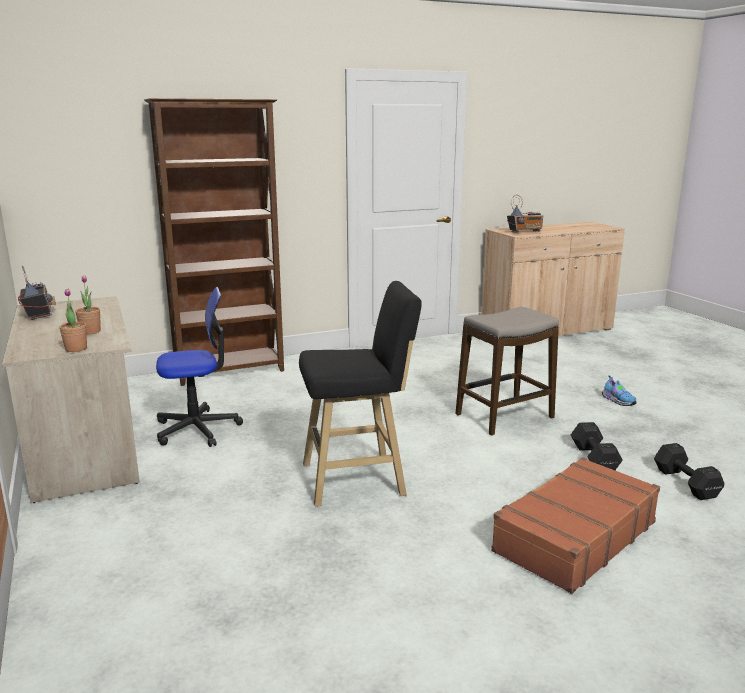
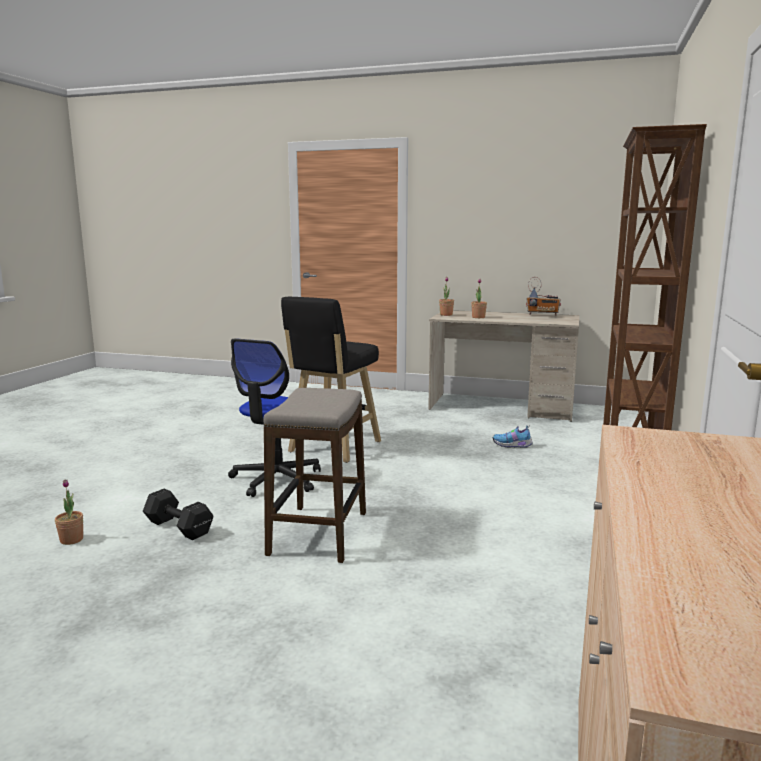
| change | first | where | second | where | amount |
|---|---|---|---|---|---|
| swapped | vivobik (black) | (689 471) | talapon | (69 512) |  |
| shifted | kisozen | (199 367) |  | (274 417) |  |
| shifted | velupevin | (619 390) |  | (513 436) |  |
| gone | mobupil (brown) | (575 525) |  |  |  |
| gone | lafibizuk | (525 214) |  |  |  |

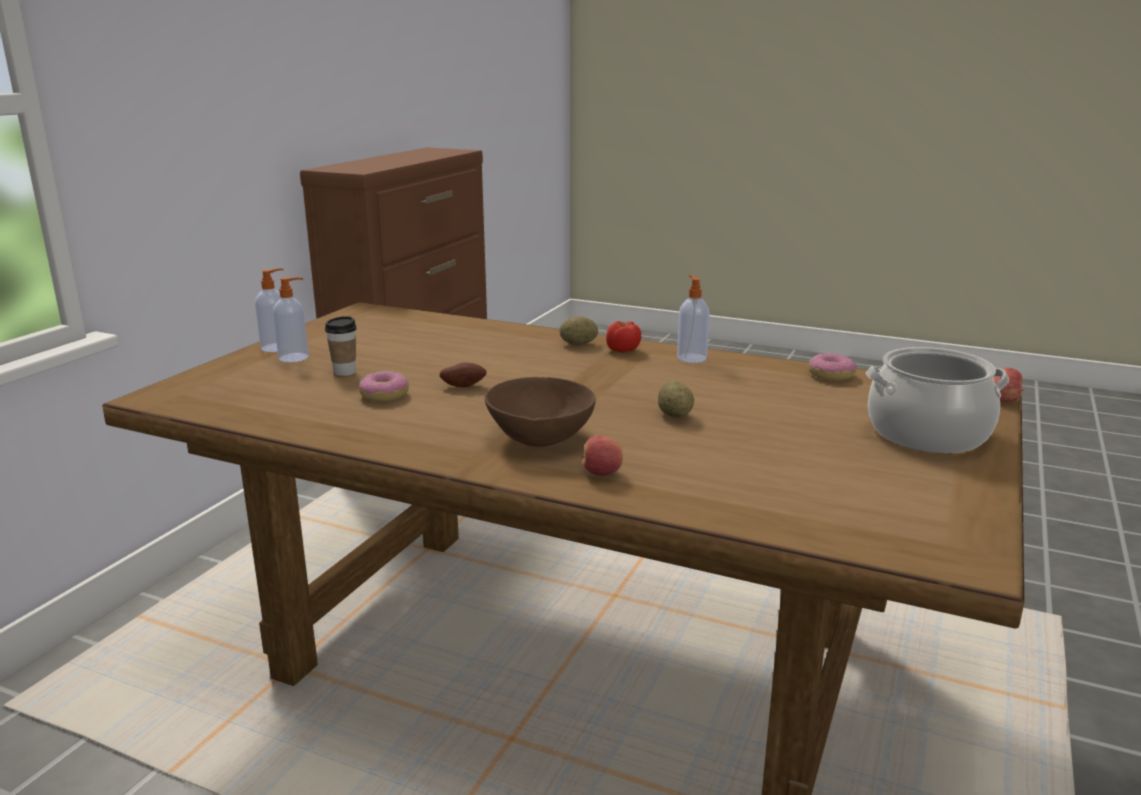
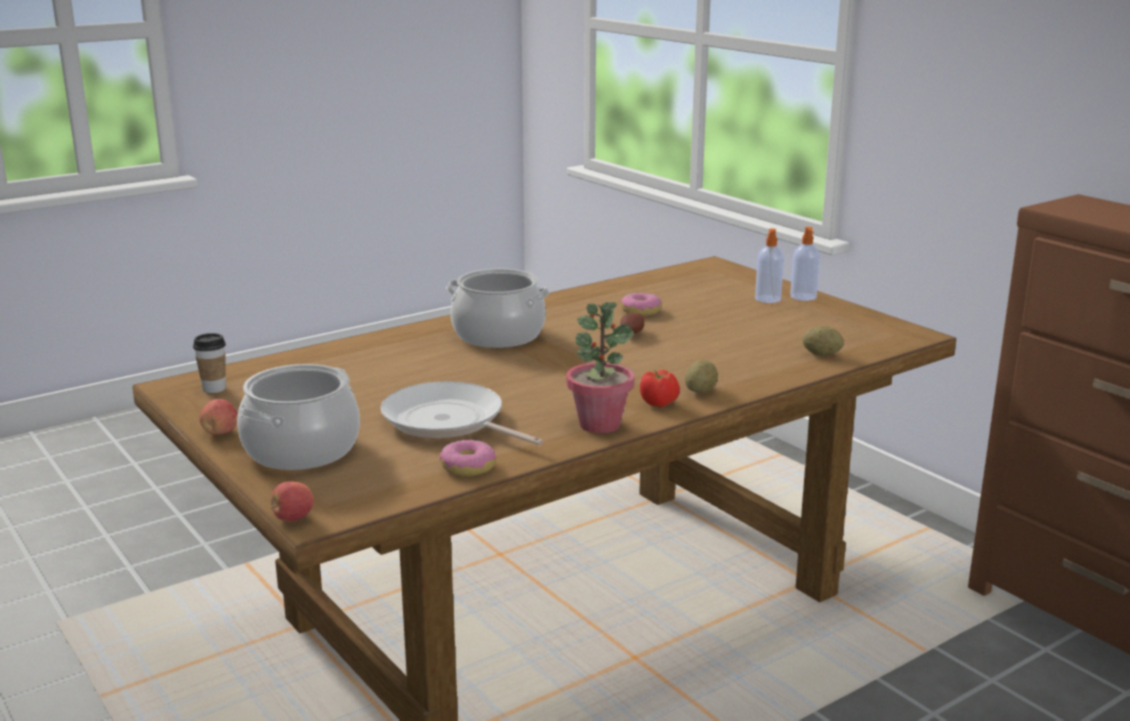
| change | first | where | second | where | amount |
|---|---|---|---|---|---|
| shifted | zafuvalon | (341 346) |  | (209 363) |  |
| shifted | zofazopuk | (602 455) |  | (219 417) |  |
| new |  |  | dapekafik | (462 413) |  |
| swapped | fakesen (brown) | (540 412) | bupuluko | (498 308) |  |
| swapped | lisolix | (693 319) | talapon | (600 367) |  |
| shifted | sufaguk | (676 399) |  | (823 341) |  |

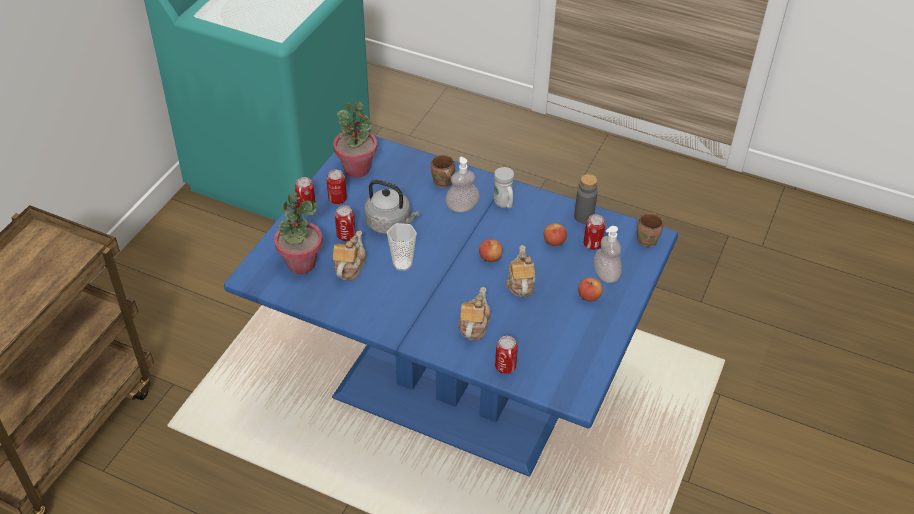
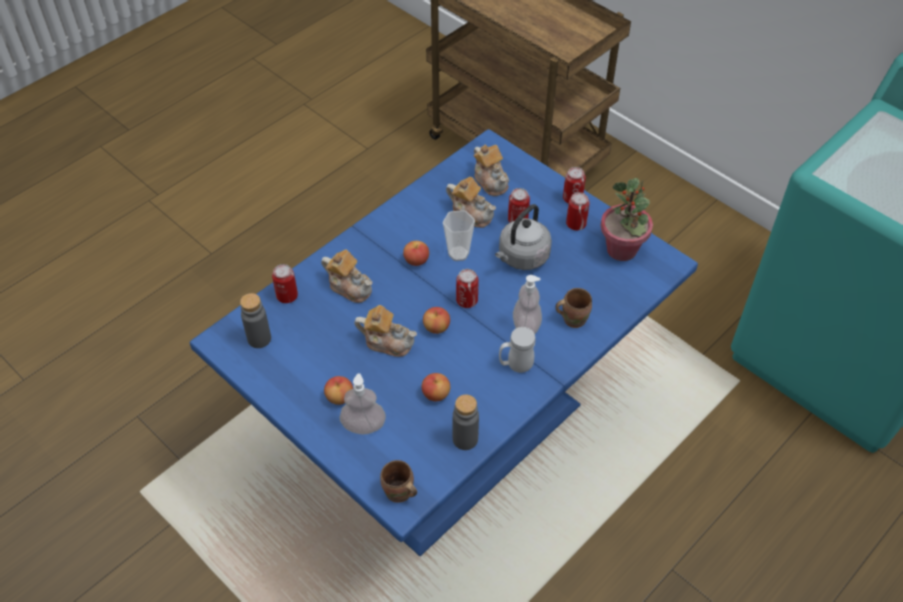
| change | first | where | second | where | amount |
|---|---|---|---|---|---|
| new |  |  | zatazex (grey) | (255 320) |  |
| new |  |  | zofazopuk | (416 253) |  |
| shifted | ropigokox | (595 232) |  | (467 288) |  |
| swapped | talapon | (298 233) | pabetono | (491 170) |  |

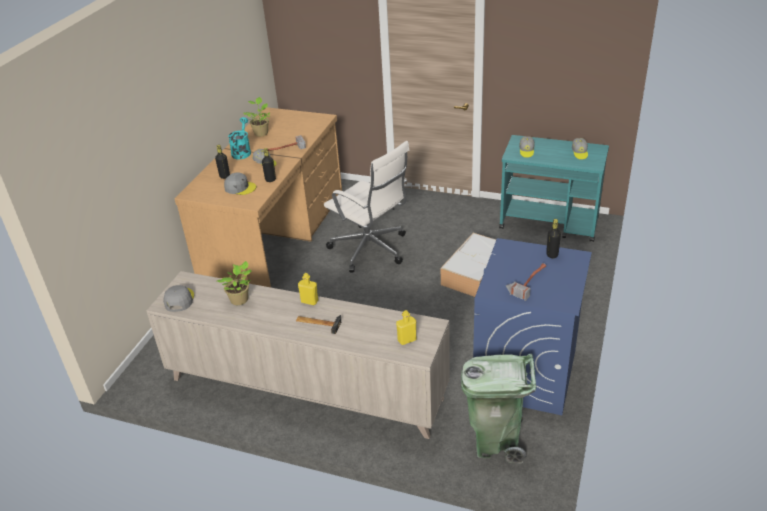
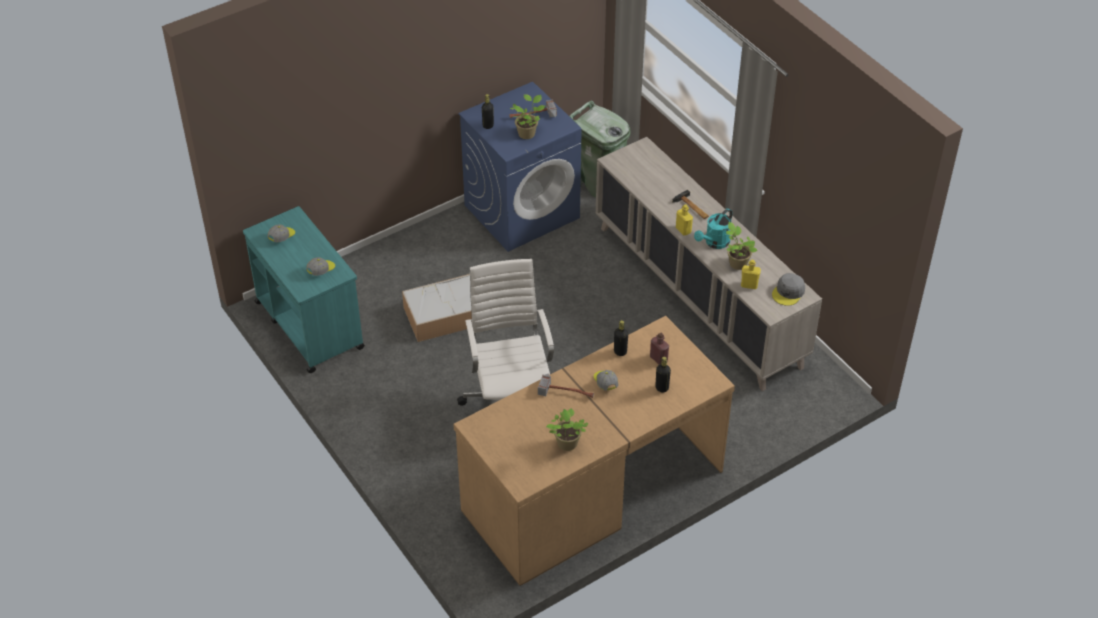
| change | first | where | second | where | amount |
|---|---|---|---|---|---|
| new |  |  | talapon | (527 117) |  |
| swapped | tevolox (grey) | (240 183) | zatazex (red) | (659 348) |  |
| shifted | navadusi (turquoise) | (239 138) |  | (713 228) |  |
| shifted | zatazex (yellow) | (406 327) |  | (751 274) |  |

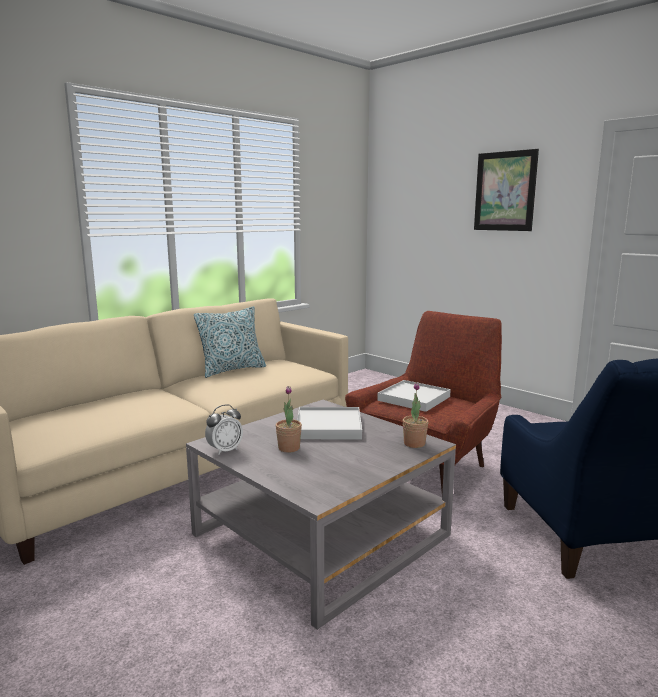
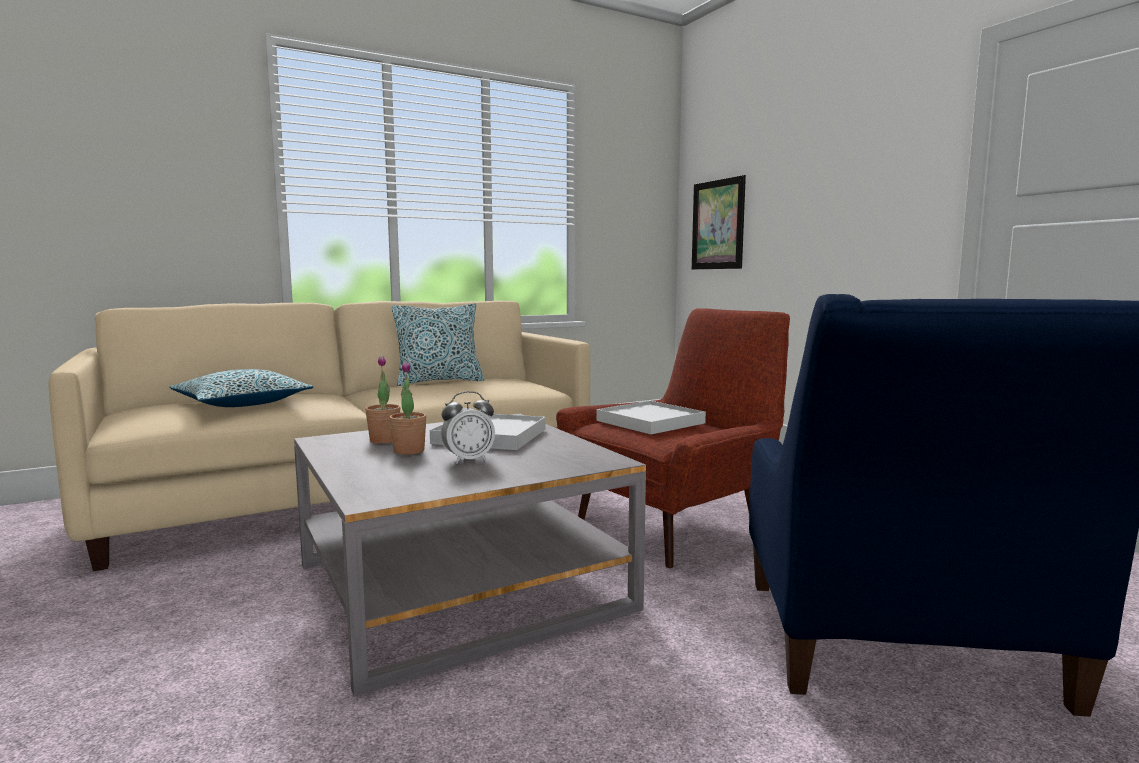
| change | first | where | second | where | amount |
|---|---|---|---|---|---|
| new |  |  | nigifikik | (241 388) |  |
| shifted | talapon | (415 415) |  | (383 400) |  |
| shifted | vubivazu | (224 429) |  | (468 427) |  |
| shifted | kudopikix | (506 190) |  | (719 222) |  |

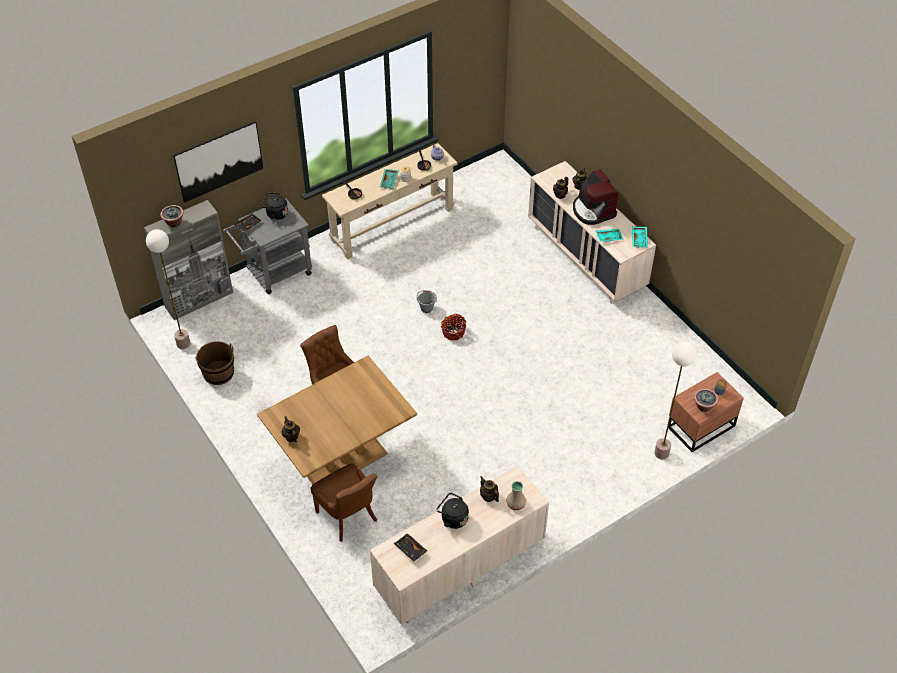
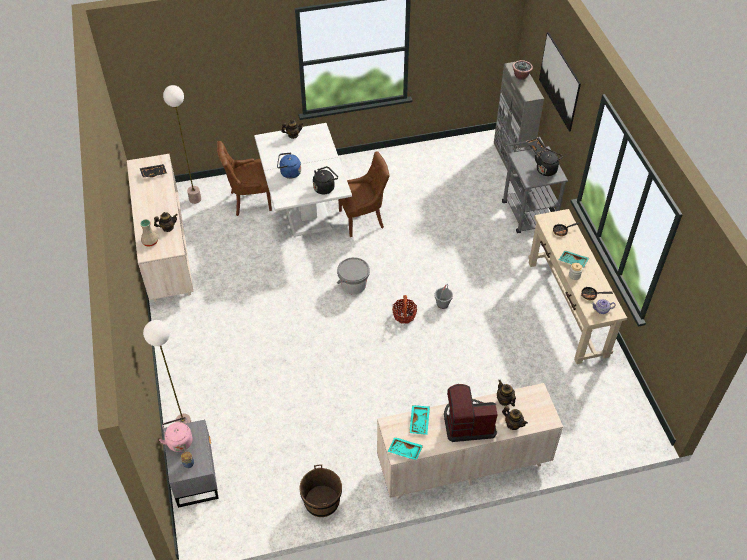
| change | first | where | second | where | amount |
|---|---|---|---|---|---|
| swapped | talapon | (706 400) | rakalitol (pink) | (175 434) |  |
| shifted | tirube | (168 289) |  | (182 144) |  |
| repainted | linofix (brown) | (706 412) | linofix (grey) | (191 464) |  |
| repainted | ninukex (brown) | (337 420) | ninukex (white) | (303 180) |  |
| new |  |  | rakalitol (blue) | (289 166) |  |
| shifted | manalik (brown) | (214 363) |  | (321 490) |  |
| shifted | rakalitol (black) | (452 511) |  | (325 180) |  |
| new |  |  | manalik (grey) | (353 275) |  |

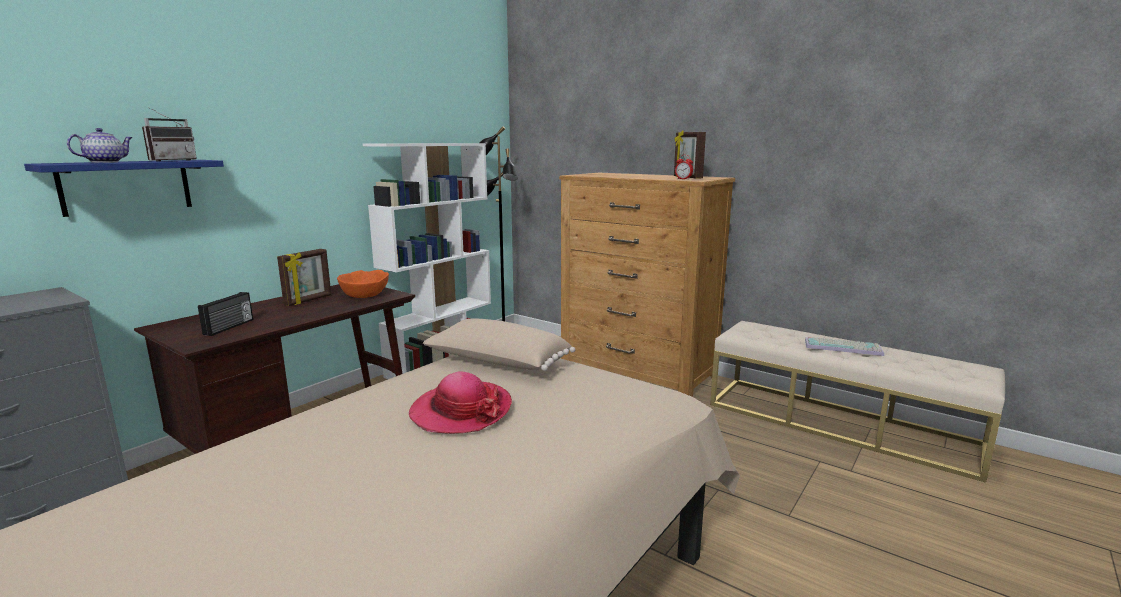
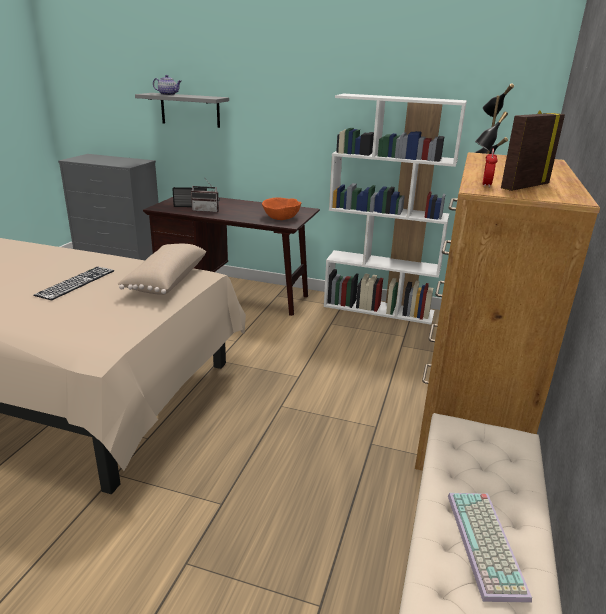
| change | first | where | second | where | amount |
|---|---|---|---|---|---|
| swapped | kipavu | (460 403) | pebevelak | (74 284) |  |
| repainted | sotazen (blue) | (124 188) | sotazen (grey) | (182 110) |  |
| shifted | lafibizuk | (169 134) |  | (205 196) |  |
| gone | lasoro | (304 277) |  |  |  |

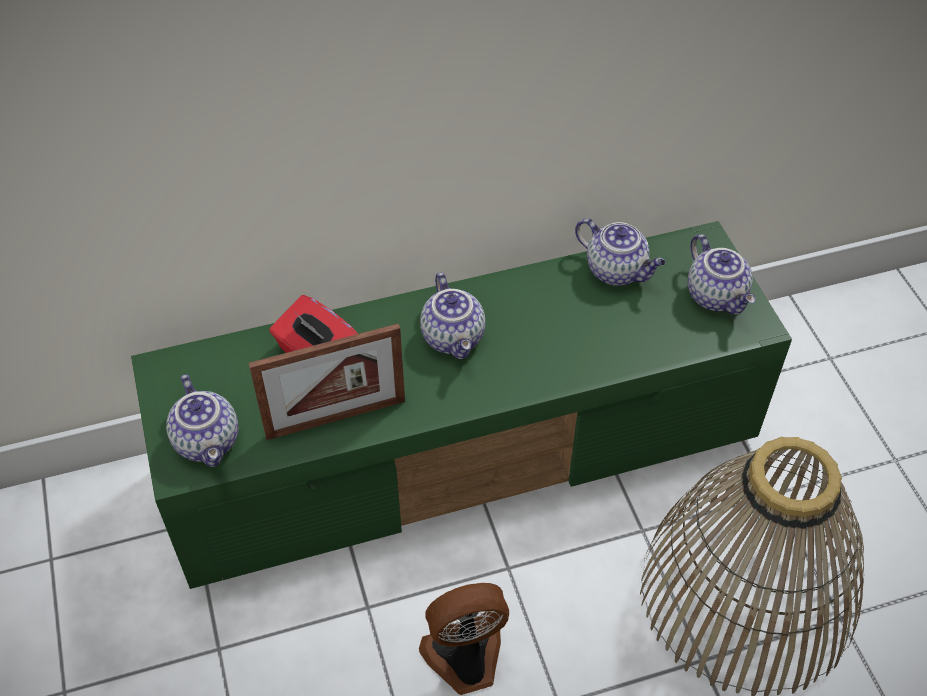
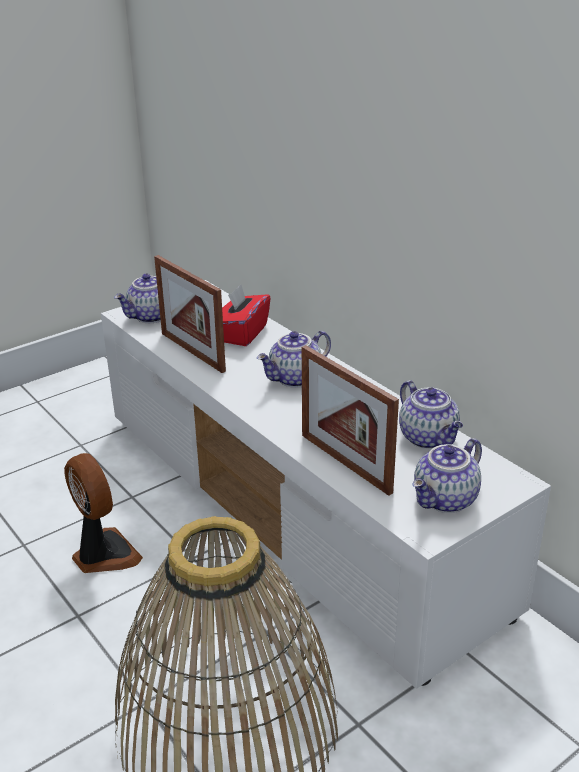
| change | first | where | second | where | amount |
|---|---|---|---|---|---|
| repainted | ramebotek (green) | (461 405) | ramebotek (white) | (326 484) |  |
| new |  |  | lasoro | (350 420) |  |
| rotated | pabetono | (620 252) |  | (431 414) | 45 degrees counterclockwise |

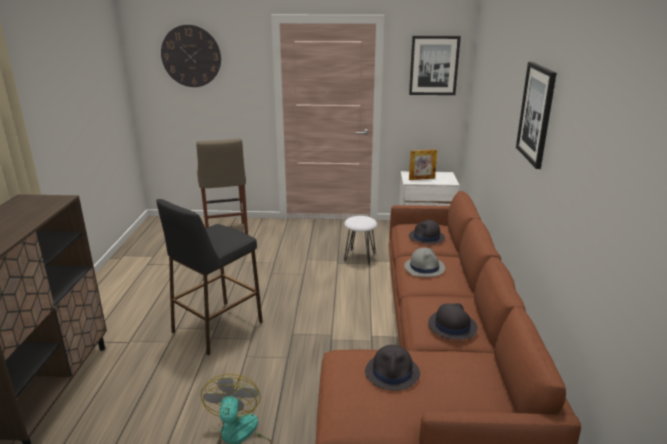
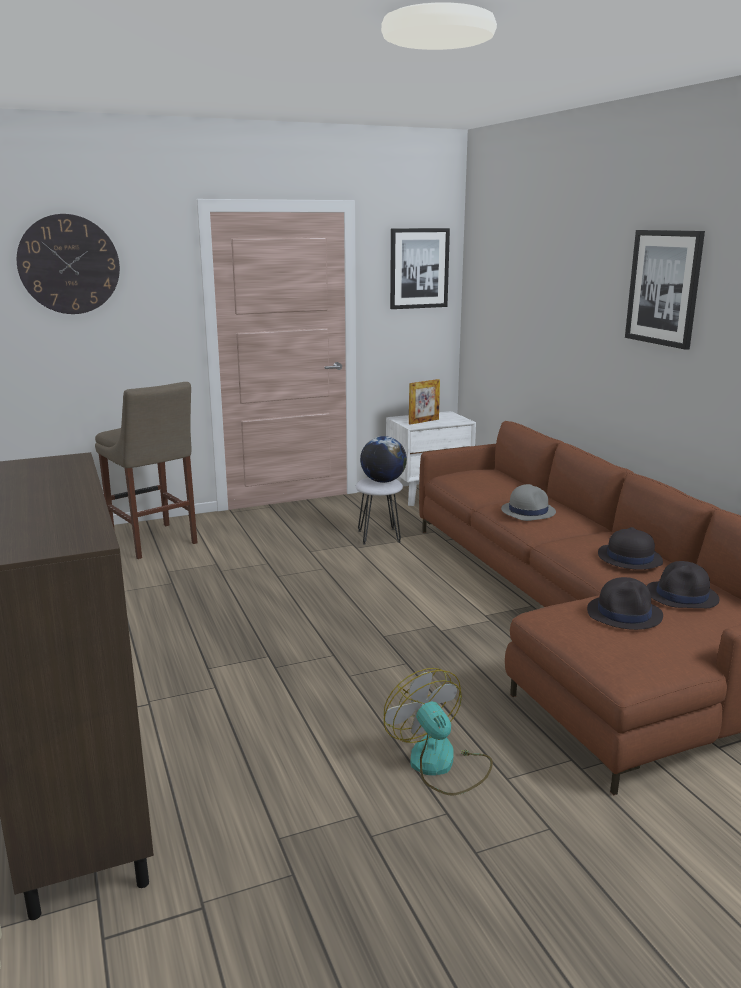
| change | first | where | second | where | amount |
|---|---|---|---|---|---|
| new |  |  | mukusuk | (383 459) |  |
| shifted | kipavu (black) | (427 232) |  | (683 584) |  |
| gone | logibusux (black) | (209 277) |  |  |  |

